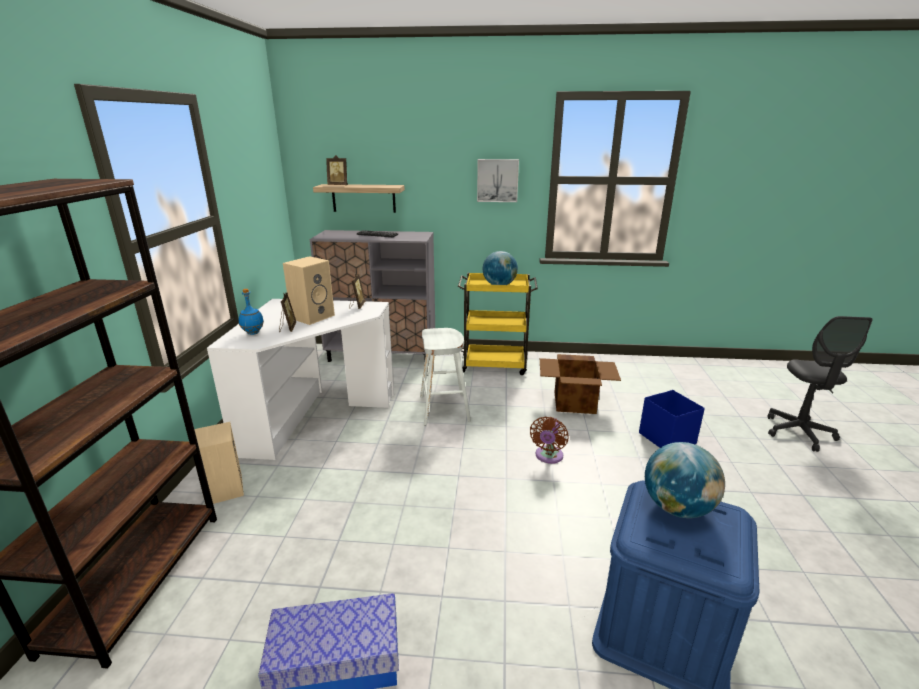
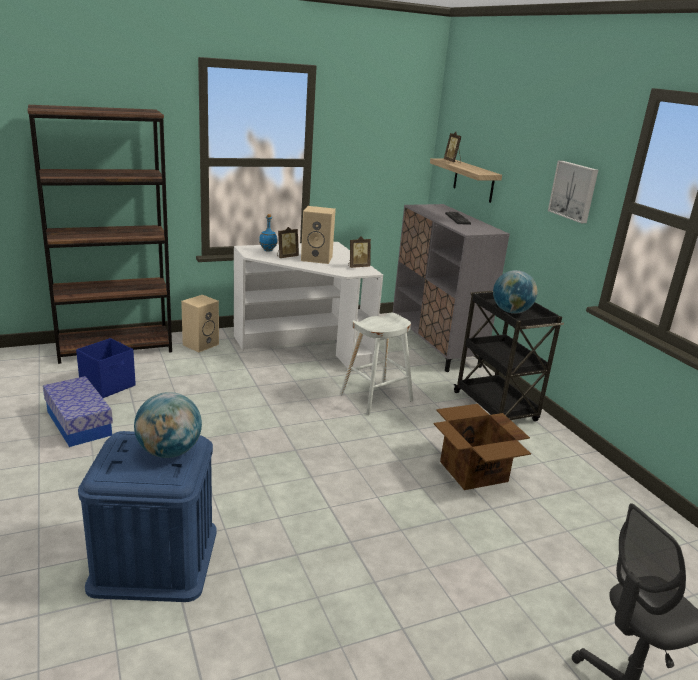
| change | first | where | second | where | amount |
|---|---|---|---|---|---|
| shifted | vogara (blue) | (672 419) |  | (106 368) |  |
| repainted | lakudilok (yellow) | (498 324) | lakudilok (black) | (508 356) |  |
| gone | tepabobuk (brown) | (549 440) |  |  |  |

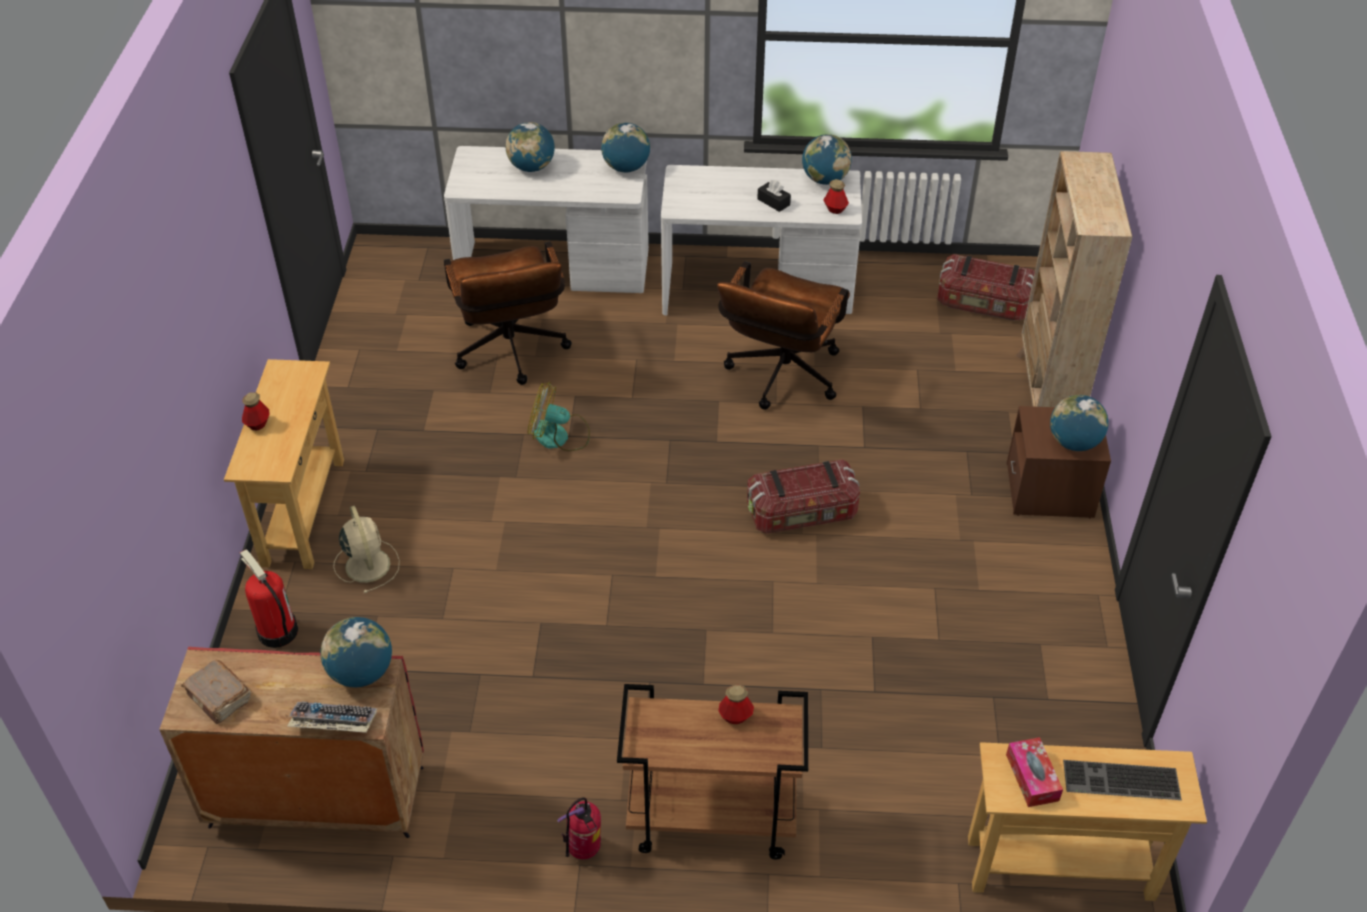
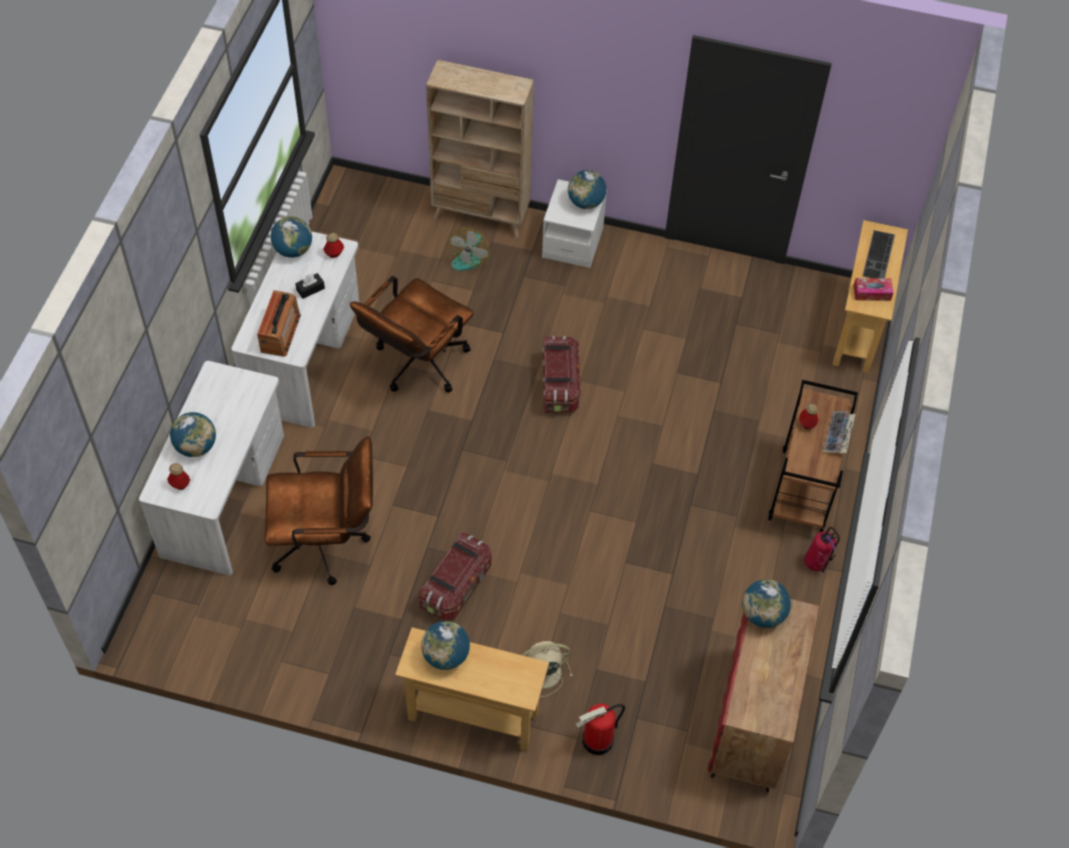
| change | first | where | second | where | amount |
|---|---|---|---|---|---|
| shifted | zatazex | (255 411) |  | (178 477) |  |
| new |  |  | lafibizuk | (279 323) |  |
| rotated | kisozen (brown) | (783 335) |  | (412 334) | 90 degrees clockwise |
| shifted | vogara | (986 287) |  | (455 576) |  |
| shifted | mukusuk | (625 147) |  | (445 645) |  |
| shifted | tepabobuk | (559 417) |  | (469 249) |  |
| repainted | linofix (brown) | (1059 462) | linofix (white) | (574 223) |  |
| shifted | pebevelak | (332 717) |  | (839 432) |  |
| gone | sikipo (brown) | (216 692) |  |  |  |

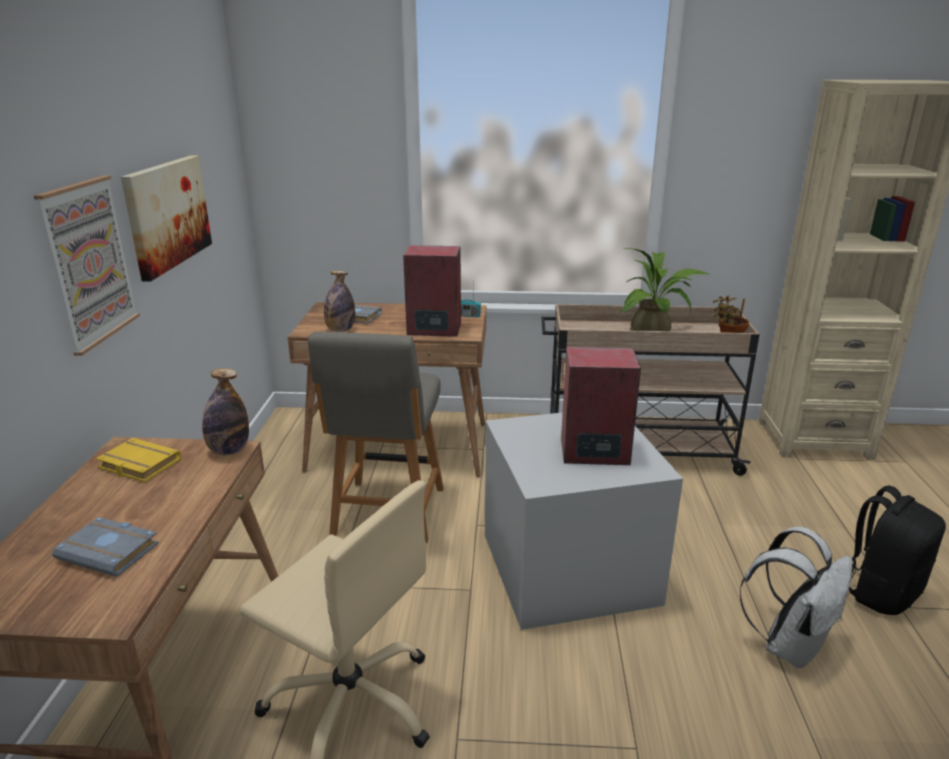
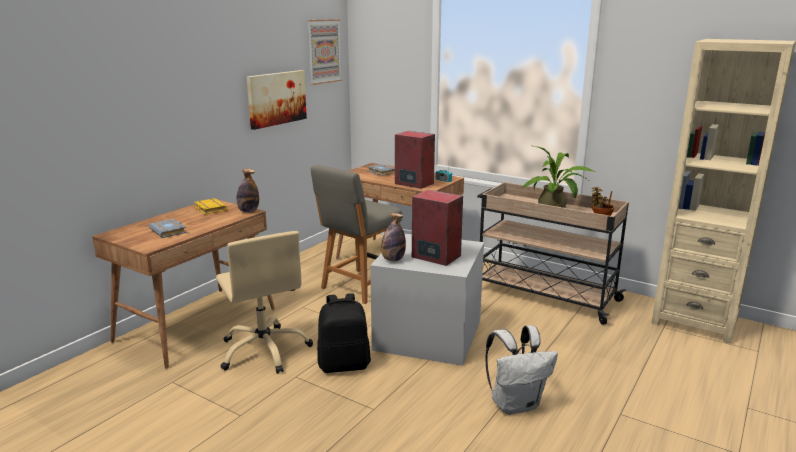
| change | first | where | second | where | amount |
|---|---|---|---|---|---|
| shifted | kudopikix | (87 265) |  | (324 52) |  |
| shifted | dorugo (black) | (897 550) |  | (344 333) |  |
| shifted | zatazex | (339 301) |  | (393 237) |  |

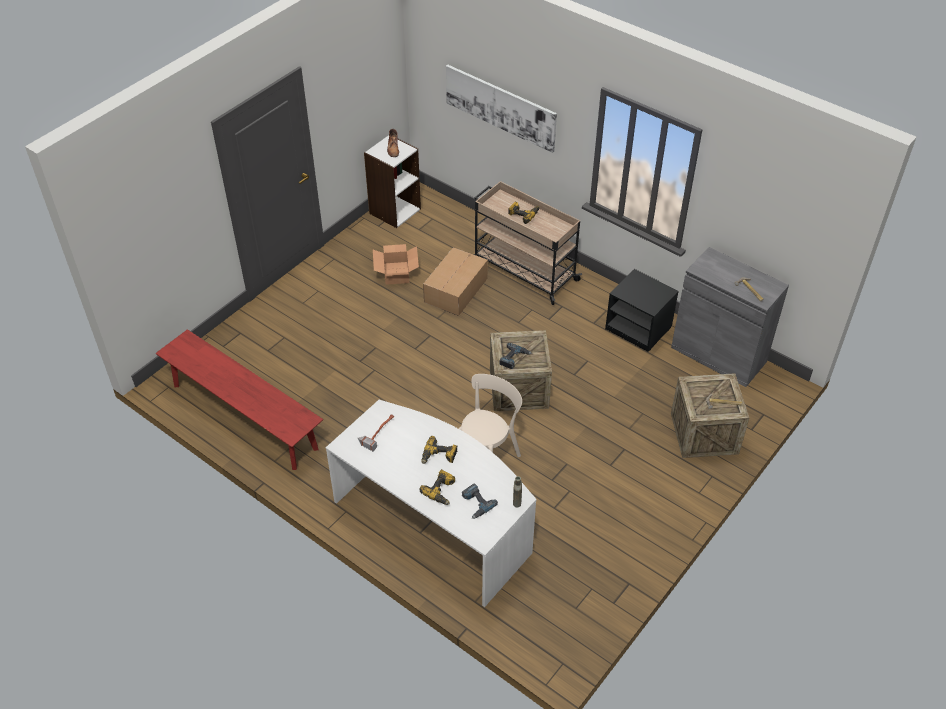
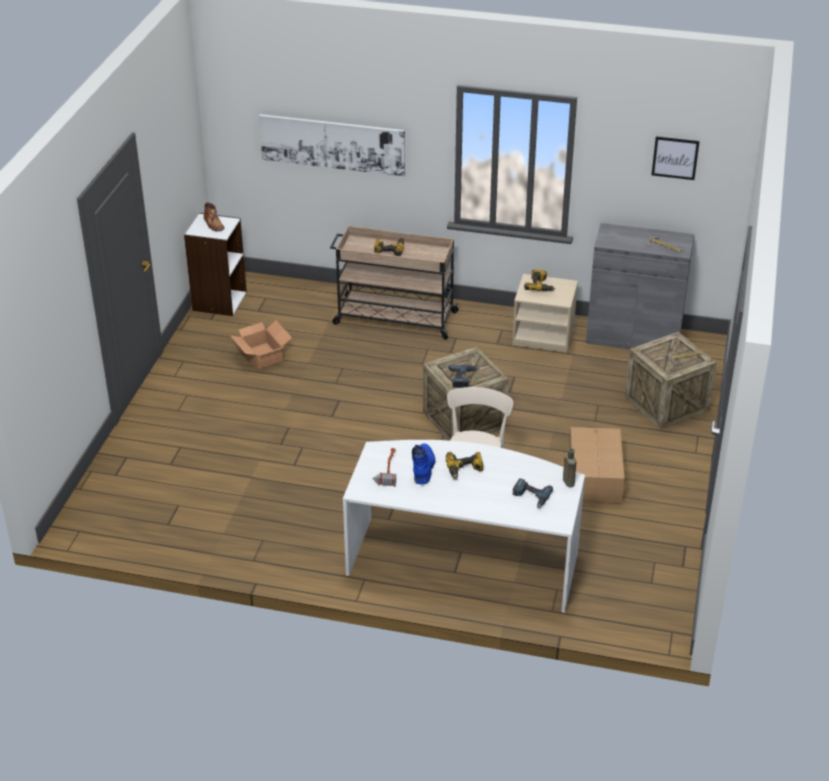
| change | first | where | second | where | amount |
|---|---|---|---|---|---|
| new |  |  | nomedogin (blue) | (423 464) |  |
| repainted | linofix (black) | (642 310) | linofix (beige) | (545 313) |  |
| shifted | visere | (437 487) |  | (540 280) |  |
| shifted | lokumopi | (455 281) |  | (597 465) |  |
| new |  |  | kudopikix | (676 158) |  |
| gone | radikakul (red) | (239 399) |  |  |  |

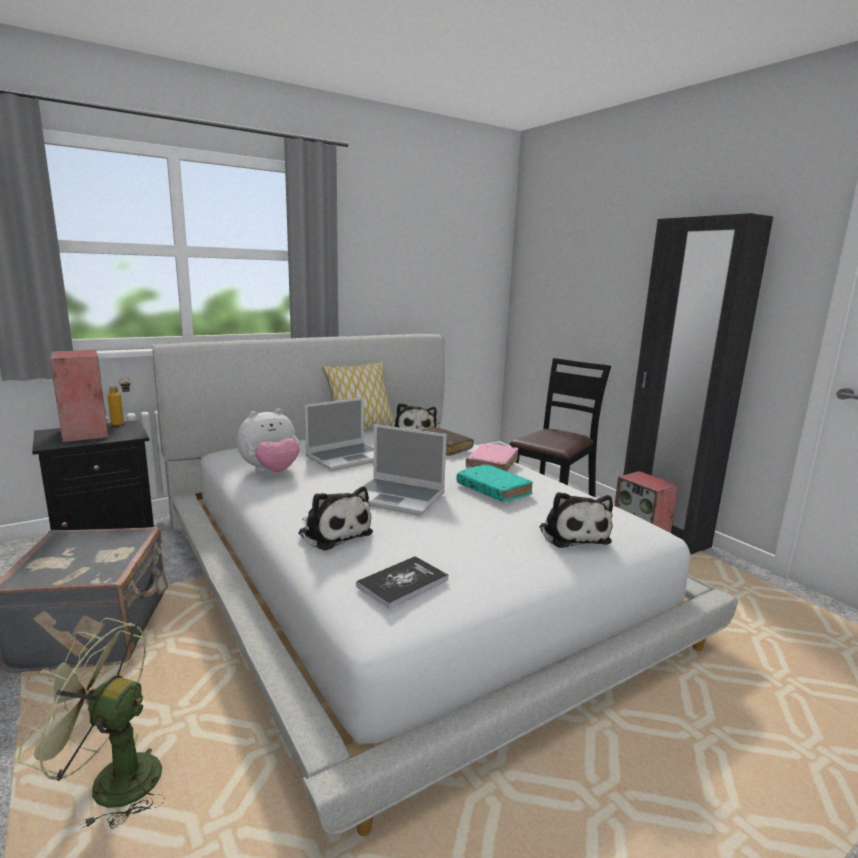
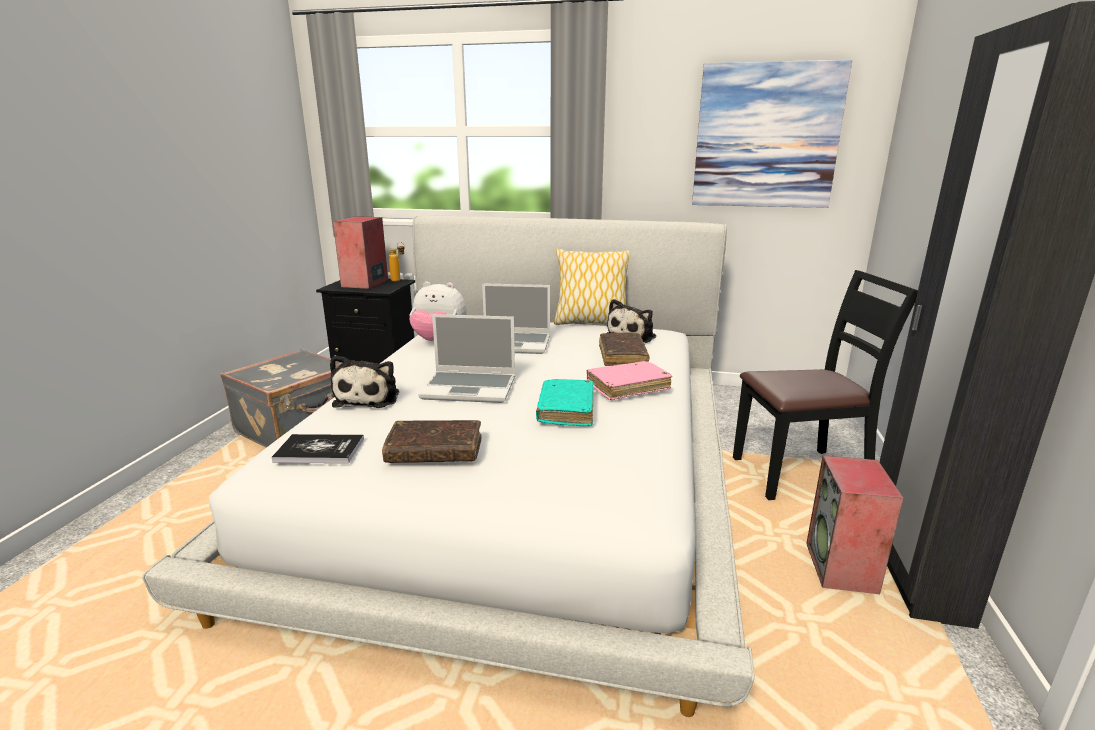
| change | first | where | second | where | amount |
|---|---|---|---|---|---|
| new |  |  | sikipo (brown) | (432 441) |  |
| rotated | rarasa | (399 470) |  | (466 358) | 60 degrees counterclockwise |
| new |  |  | kudopikix | (772 134) |  |
| gone | tepabobuk (green) | (91 723) |  |  |  |
| gone | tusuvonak | (576 520) |  |  |  |

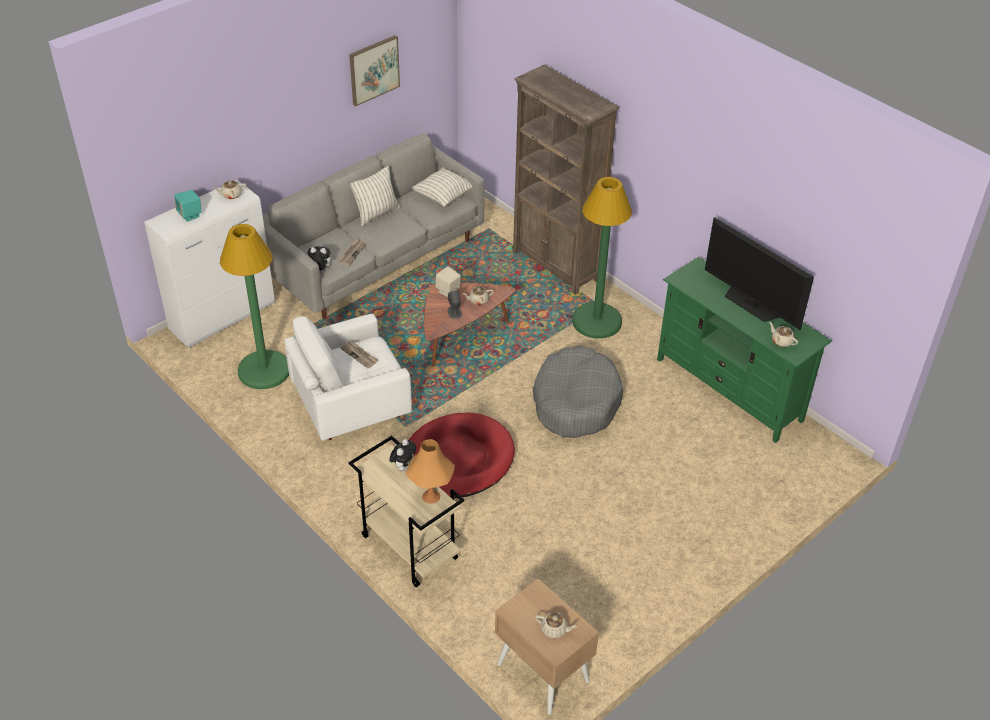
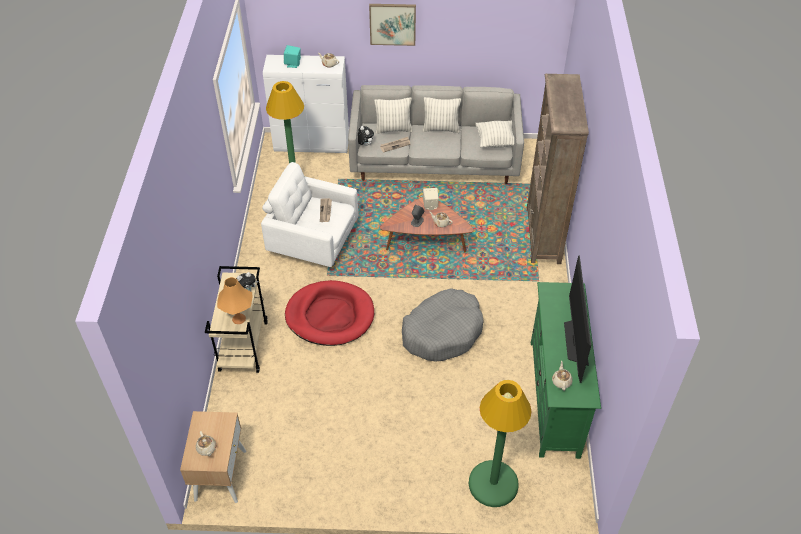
| change | first | where | second | where | amount |
|---|---|---|---|---|---|
| shifted | kudopikix | (374 70) |  | (392 25) |  |
| new |  |  | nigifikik | (393 115) |  |
| shifted | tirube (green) | (602 258) |  | (500 443) |  |

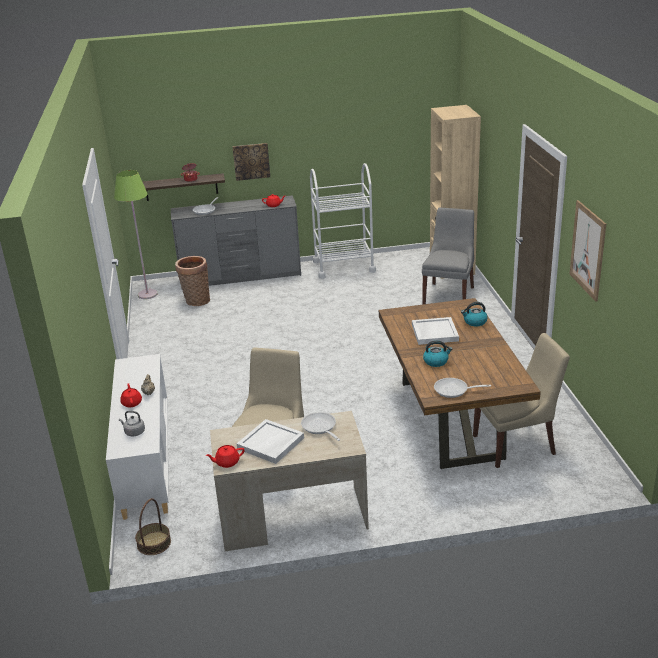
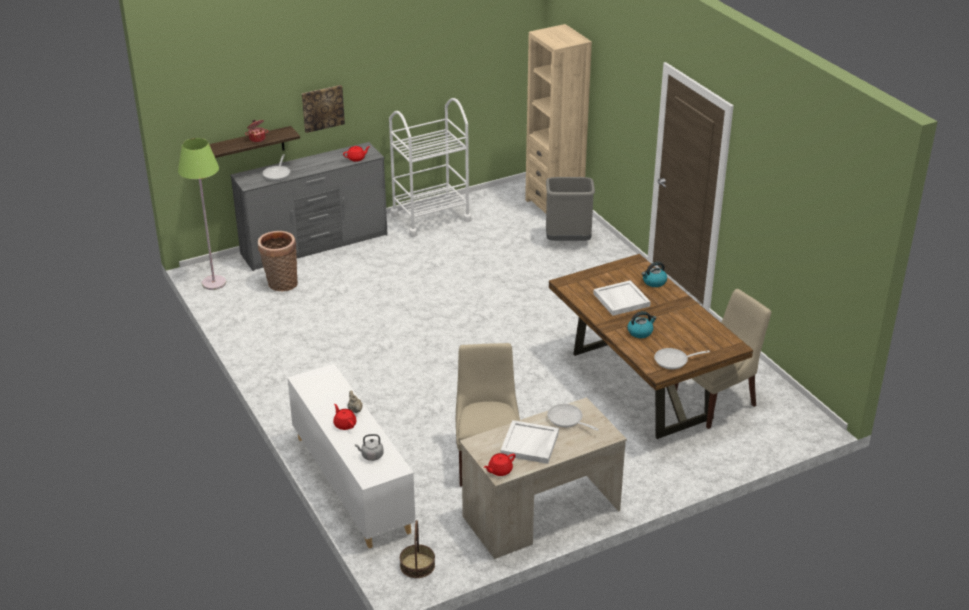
| change | first | where | second | where | amount |
|---|---|---|---|---|---|
| swapped | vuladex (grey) | (448 255) | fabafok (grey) | (570 209) |  |
| gone | kudopikix | (588 251) |  |  |  |

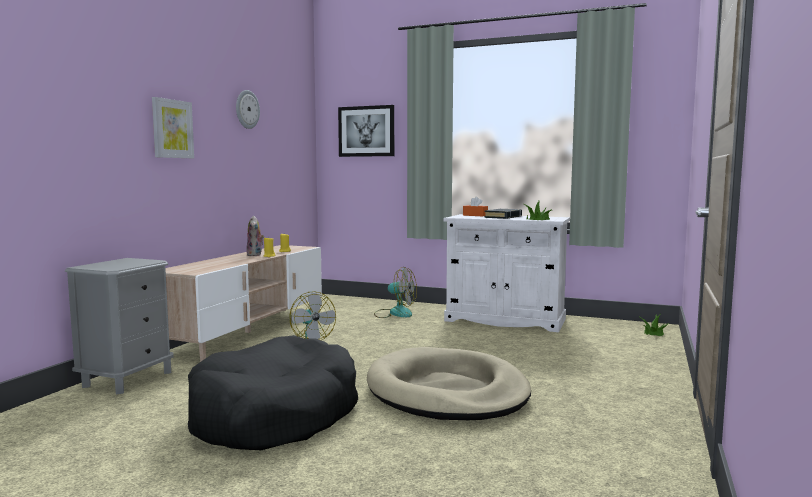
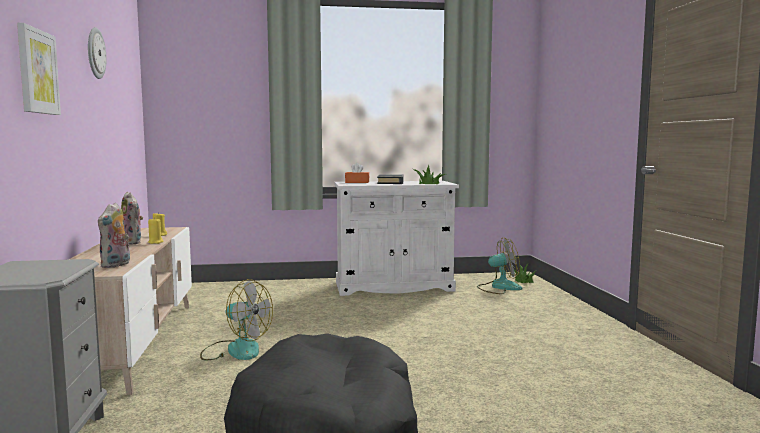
| change | first | where | second | where | amount |
|---|---|---|---|---|---|
| new |  |  | tusuvonak | (114 235) |  |
| shifted | tepabobuk | (395 292) |  | (499 265) |  |
| gone | kudopikix | (366 131) |  |  |  |
| gone | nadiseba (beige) | (449 383) |  |  |  |

